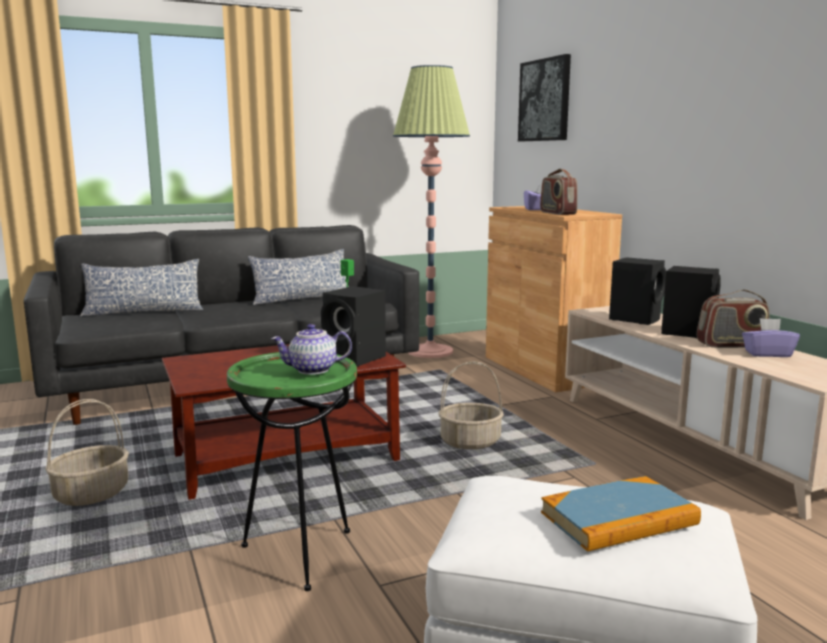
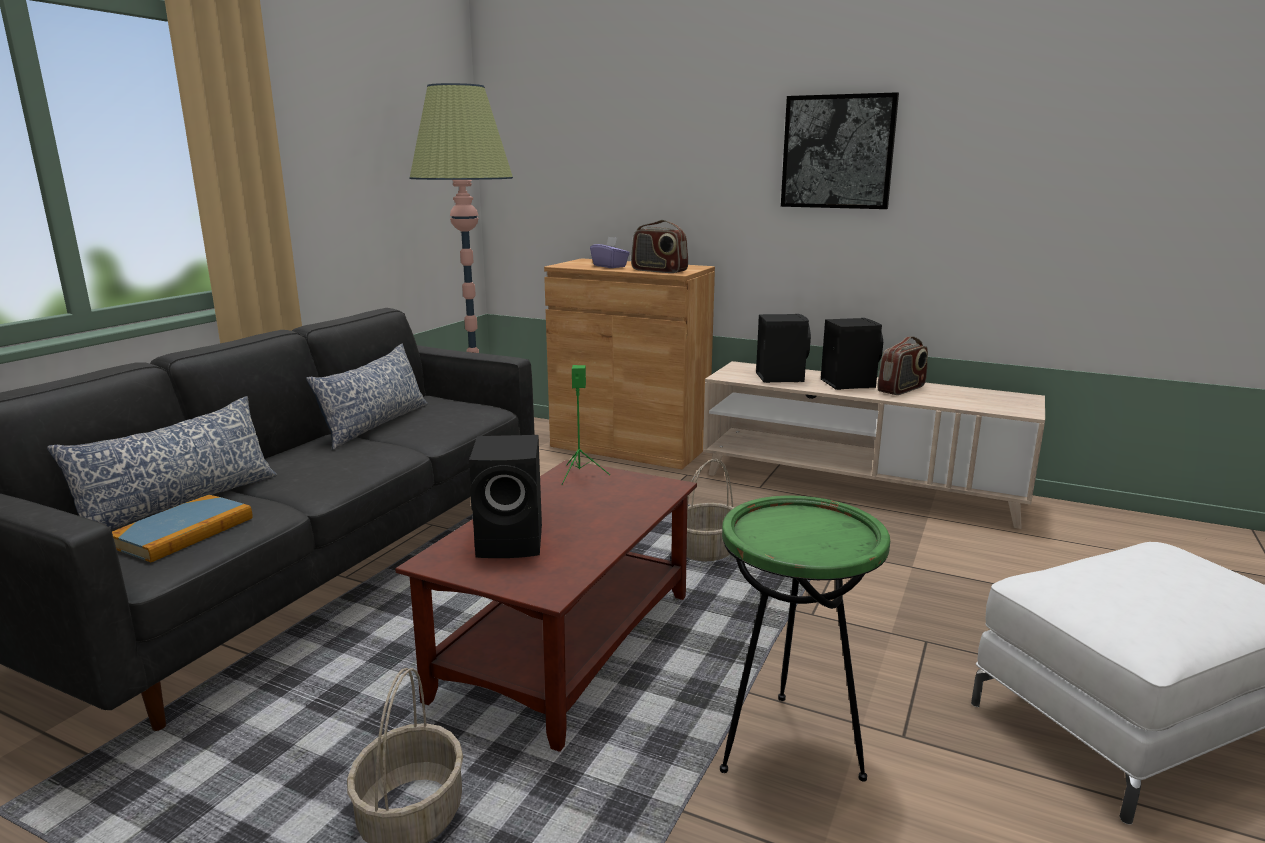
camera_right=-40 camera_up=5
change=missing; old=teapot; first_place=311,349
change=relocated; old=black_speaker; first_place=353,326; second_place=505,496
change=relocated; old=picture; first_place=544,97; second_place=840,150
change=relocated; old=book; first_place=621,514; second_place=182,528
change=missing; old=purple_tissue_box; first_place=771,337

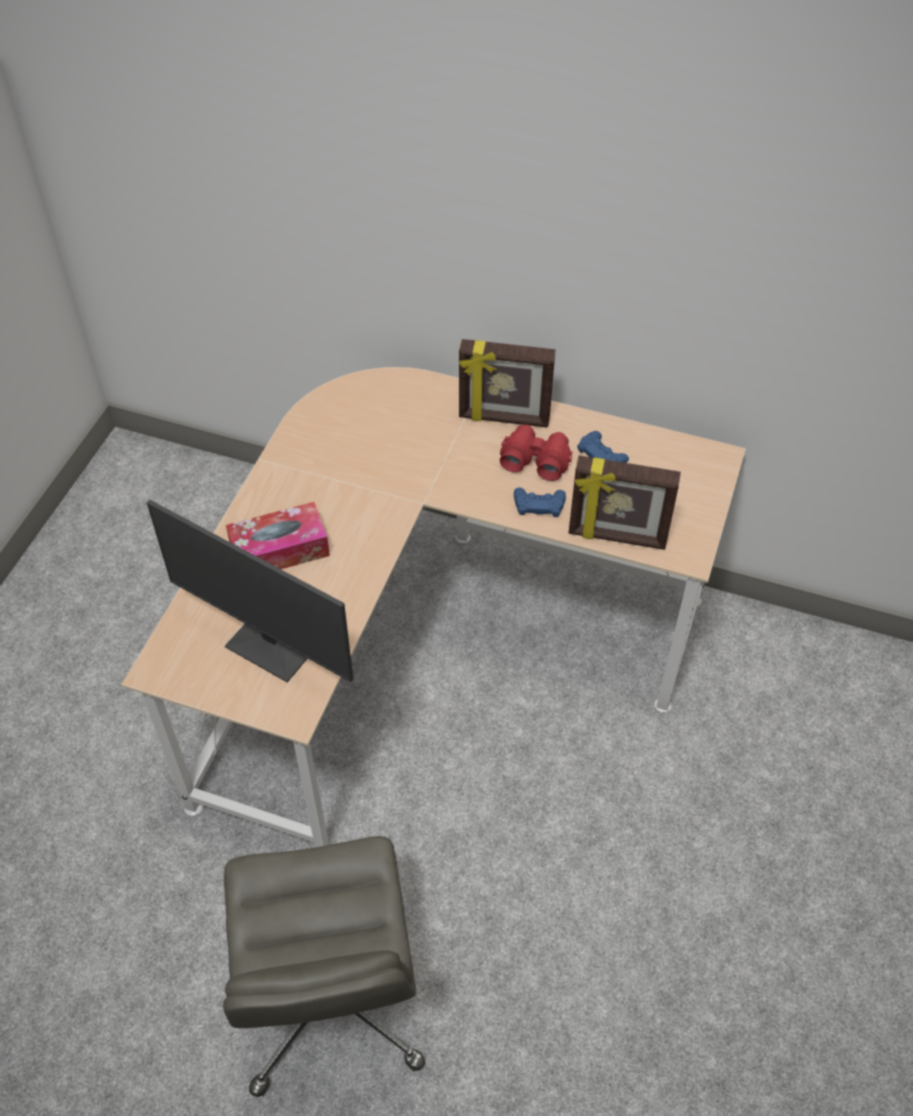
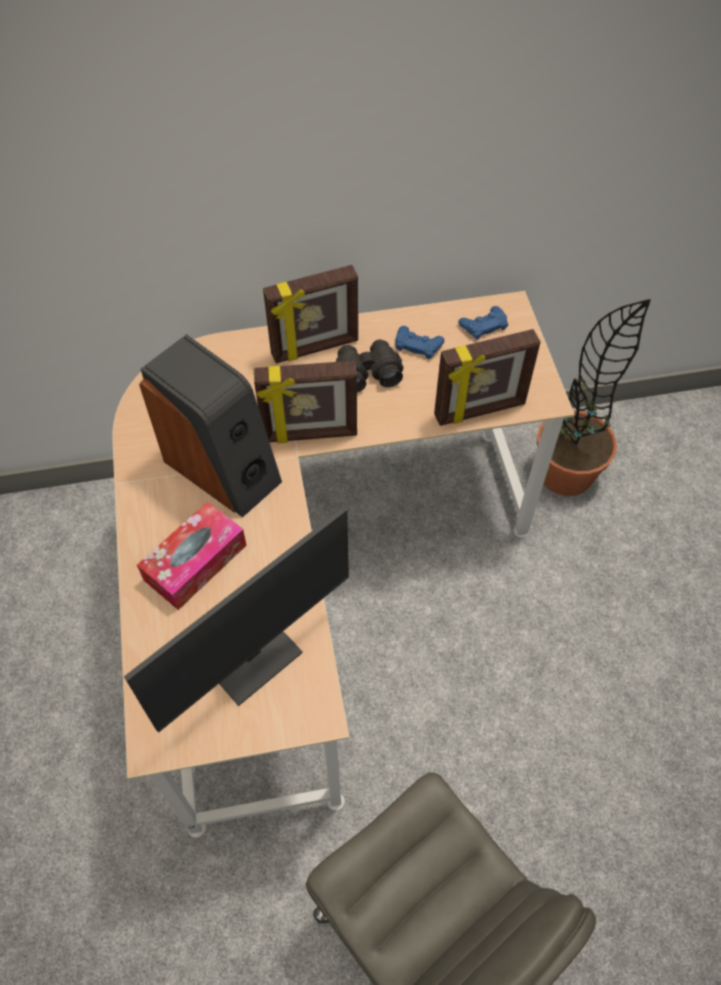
camera_right=-30 camera_up=5
change=spun; old=monitor; first_place=250,591; second_place=236,620; degrees=-45
change=colour; old=red_binoculars; new=black_binoculars; first_place=536,453; second_place=370,366
change=relocated; old=blue_game_controller; first_place=540,502; second_place=483,323
change=appeared; new=speaker; second_place=210,426
change=appeared; new=picture_frame; second_place=305,402
change=appeared; new=potted_plant; second_place=594,397

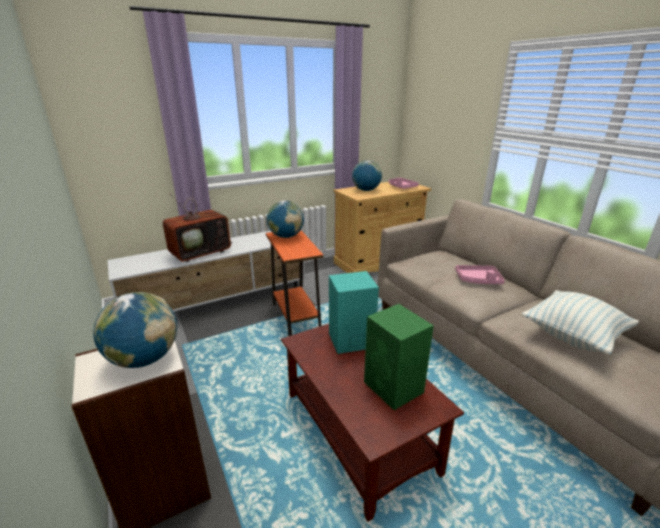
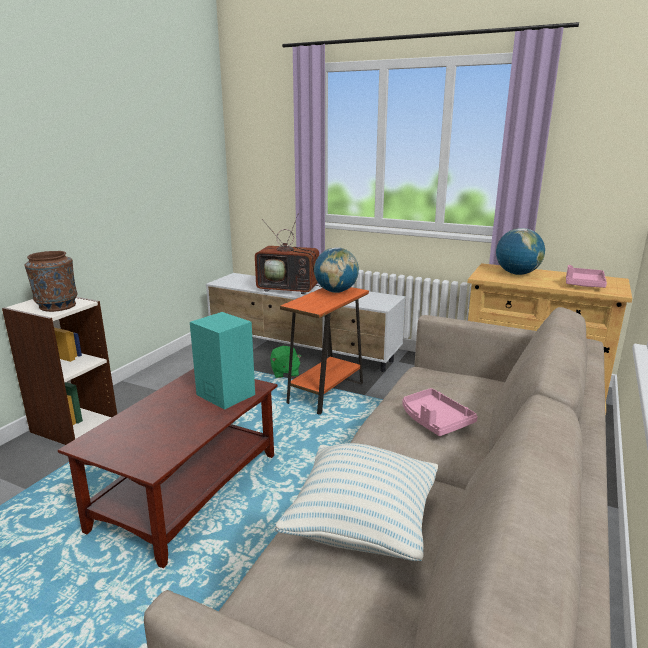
camera_right=55 camera_up=-5
change=exchanged; old=globe; new=brown_vase; first_place=135,330; second_place=50,281
change=missing; old=green_speaker; first_place=399,357
change=appeared; new=green_plush_toy; second_place=286,362

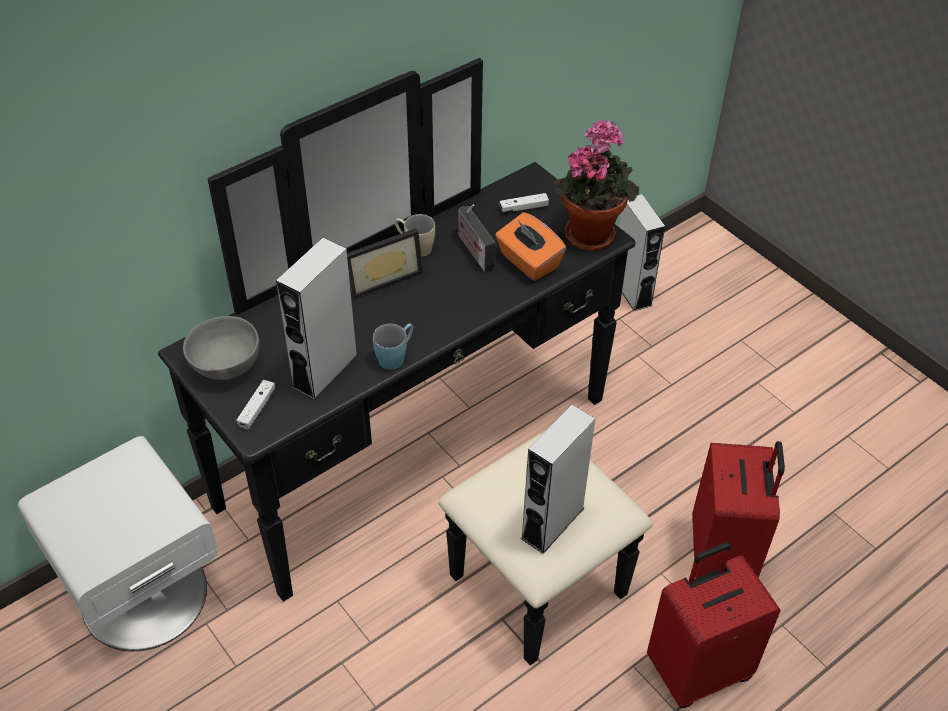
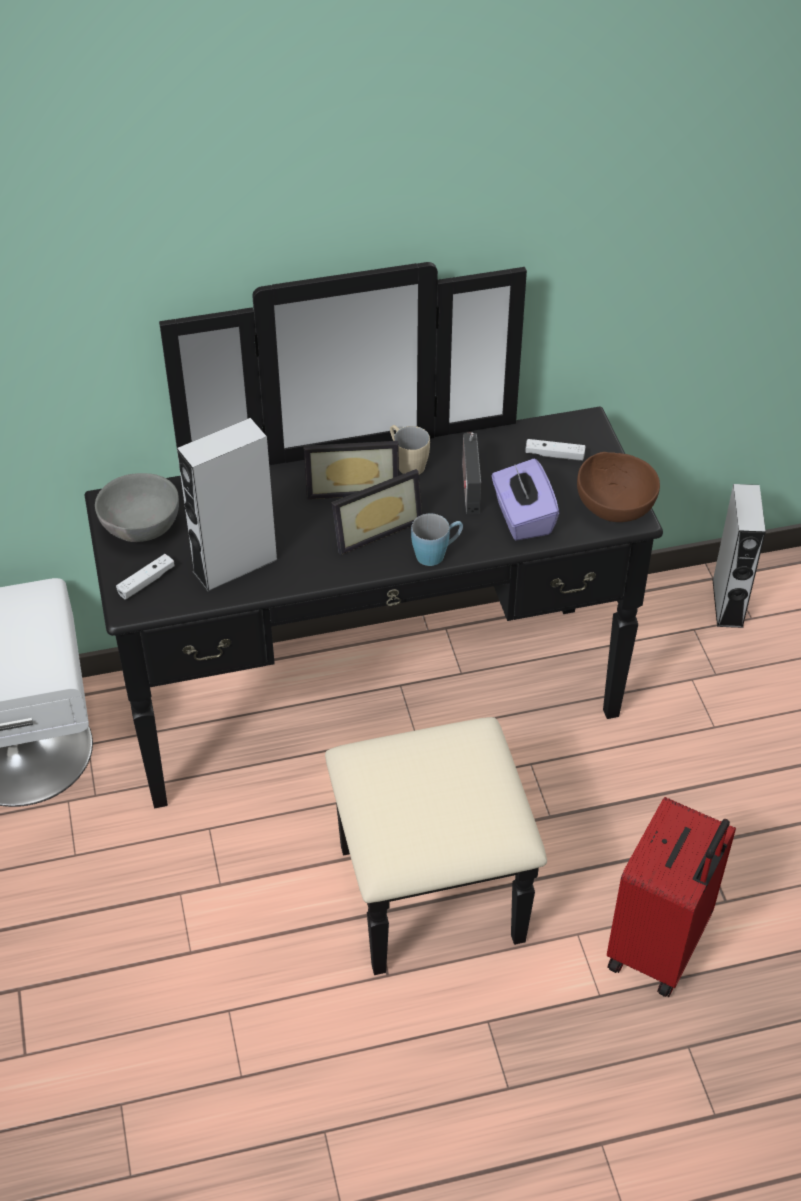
camera_right=25 camera_up=0
change=relocated; old=blue_mug; first_place=393,347; second_place=437,540
change=colour; old=orange_tissue_box; new=purple_tissue_box; first_place=530,246; second_place=525,500
change=missing; old=grey_speaker; first_place=557,479
change=exchanged; old=potted_plant; new=brown_bowl; first_place=596,185; second_place=618,487
change=missing; old=red_suitcase; first_place=714,625
change=appeared; new=picture_frame; second_place=377,512

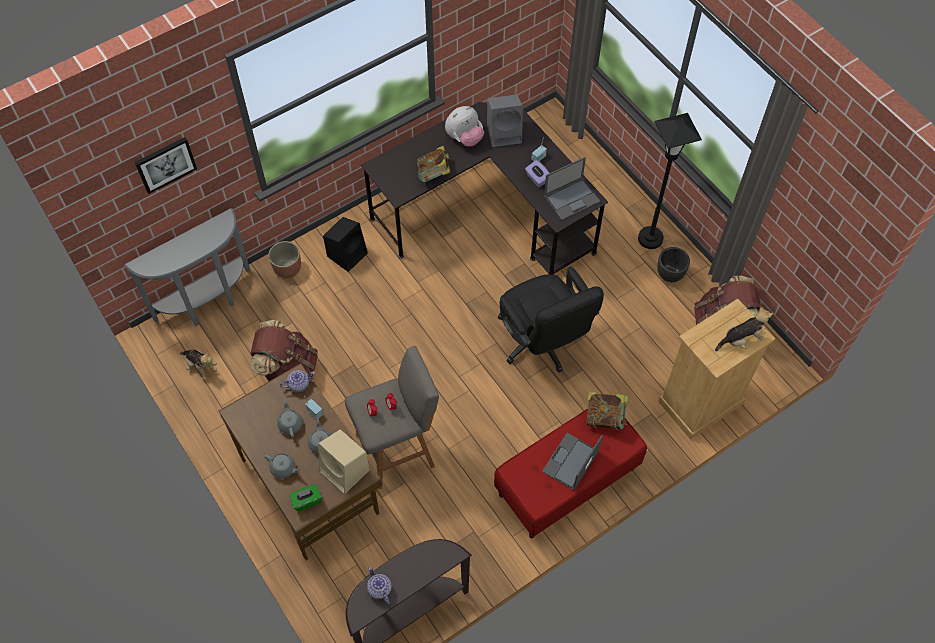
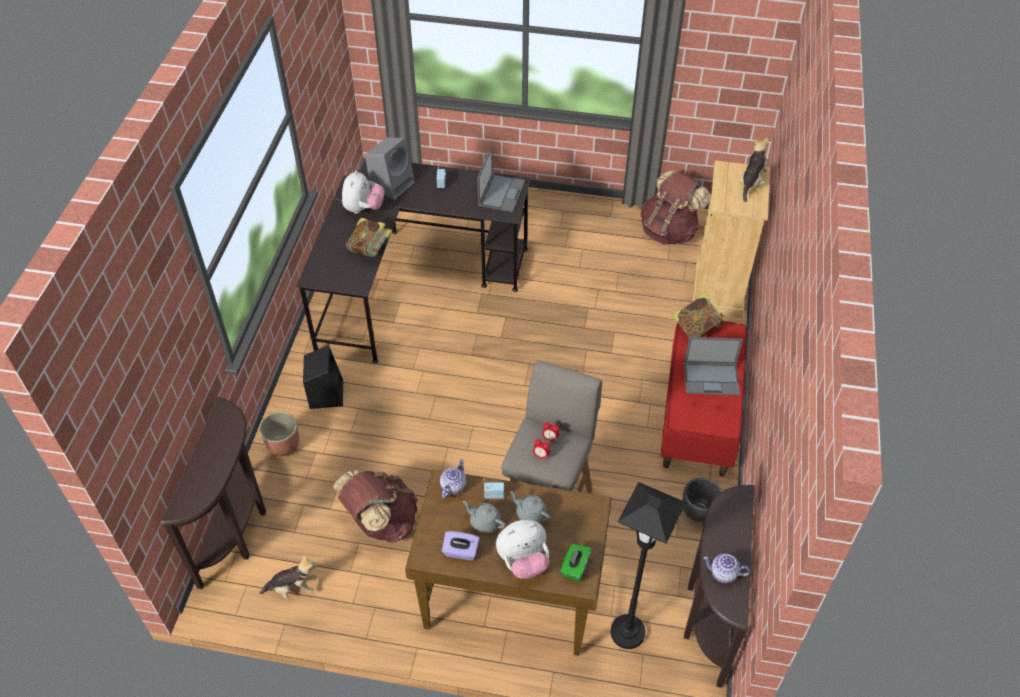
camera_right=-45 camera_up=-10
change=colour; old=grey_console_table; new=brown_console_table; first_place=187,267; second_place=213,493
change=missing; old=picture; first_place=166,165
change=exchanged; old=grey_teapot; new=plush_toy; first_place=282,466; second_place=522,549
change=missing; old=beige_speaker; first_place=343,461
change=missing; old=black_office_chair; first_place=551,319
change=relocated; old=purple_tissue_box; first_place=537,173; second_place=460,545
change=spun; old=laptop; first_place=572,461; second_place=713,366; degrees=-75
change=relocated; old=black_floor_lamp; first_place=670,181; second_place=648,565
change=relocated; old=black_planter; first_place=673,264; second_place=702,500

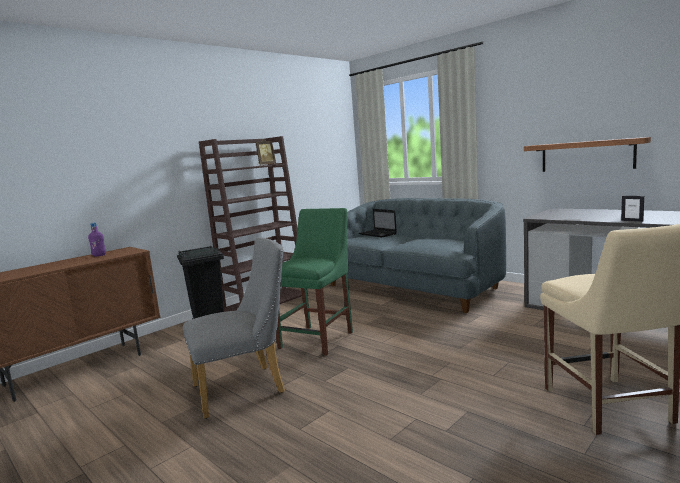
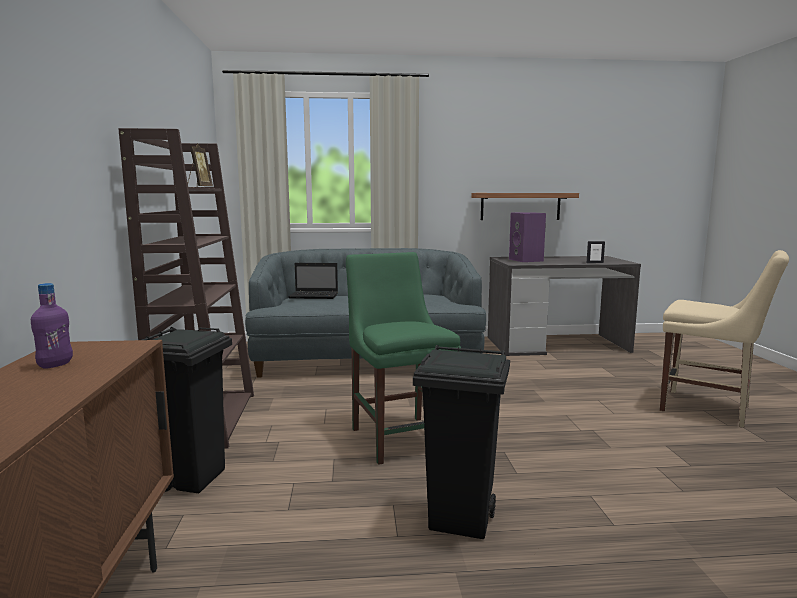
camera_right=-50 camera_up=0
change=exchanged; old=grey_chair; new=black_trash_can; first_place=234,328; second_place=461,442
change=appeared; new=purple_speaker; second_place=527,237

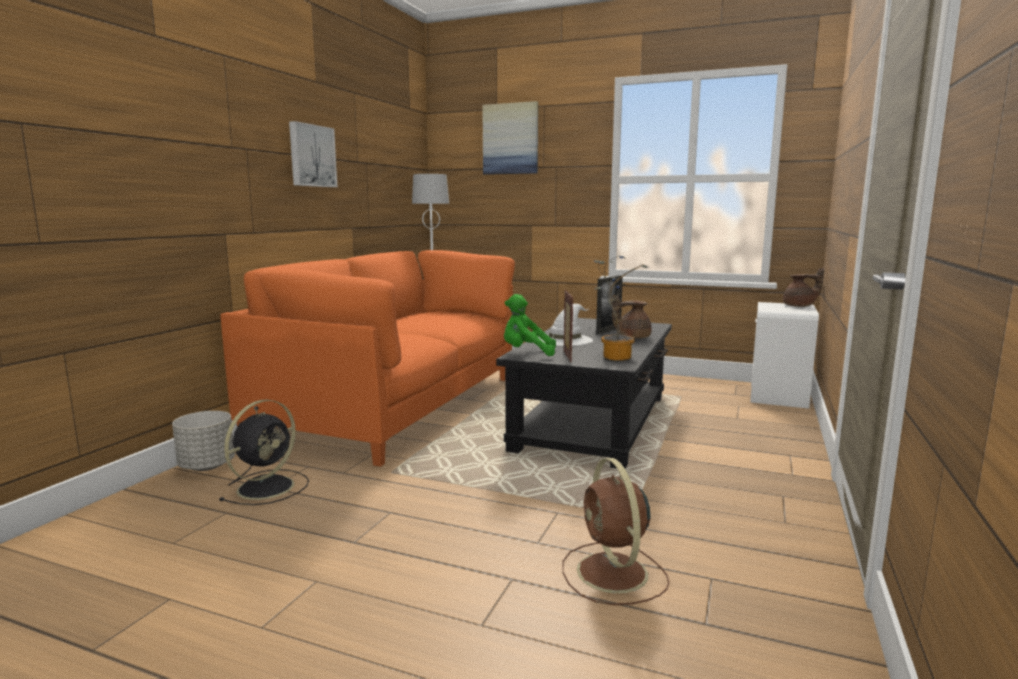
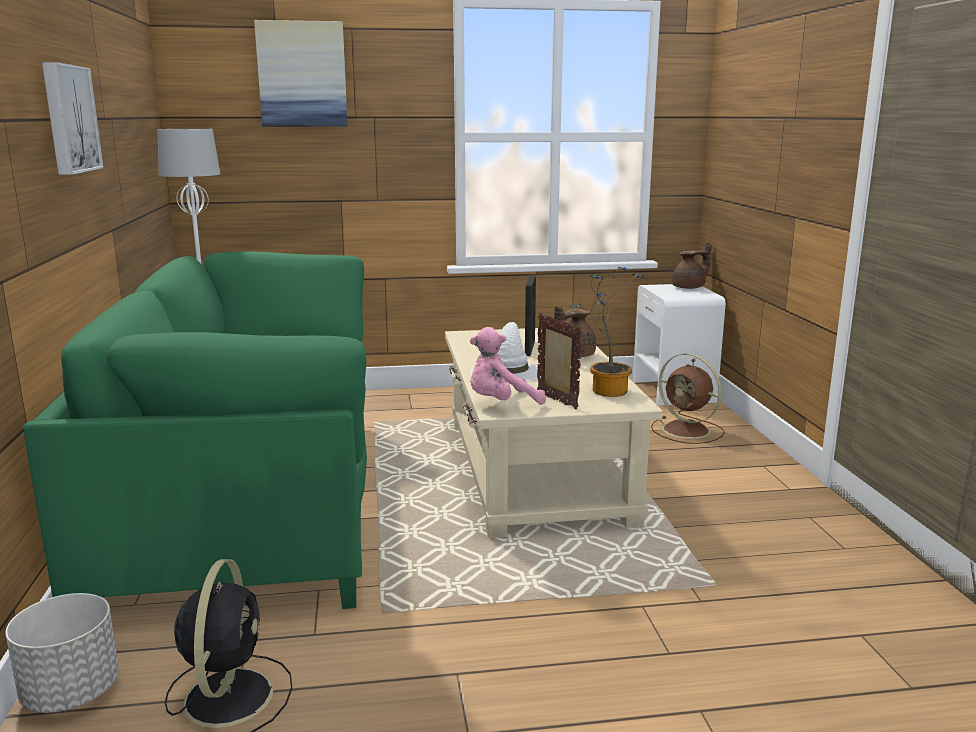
camera_right=-30 camera_up=5
change=colour; old=orange_sofa; new=green_sofa; first_place=367,358; second_place=195,430
change=colour; old=black_coffee_table; new=beige_coffee_table; first_place=584,393; second_place=554,433
change=colour; old=green_plush_toy; new=pink_plush_toy; first_place=530,325; second_place=508,366
change=relocated; old=brown_fan; first_place=616,531; second_place=687,398

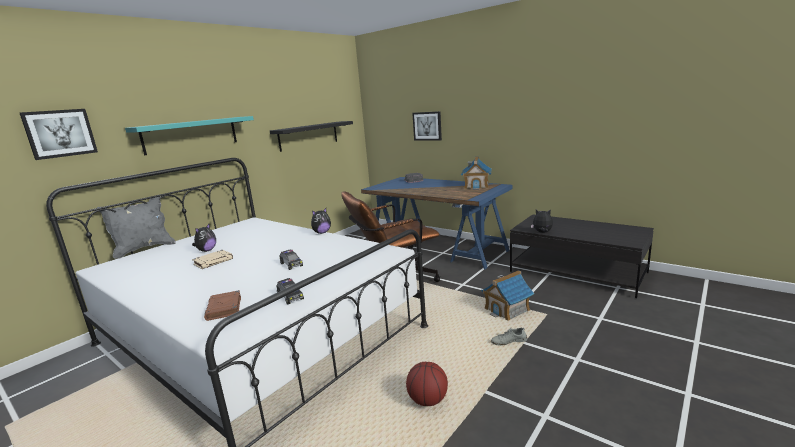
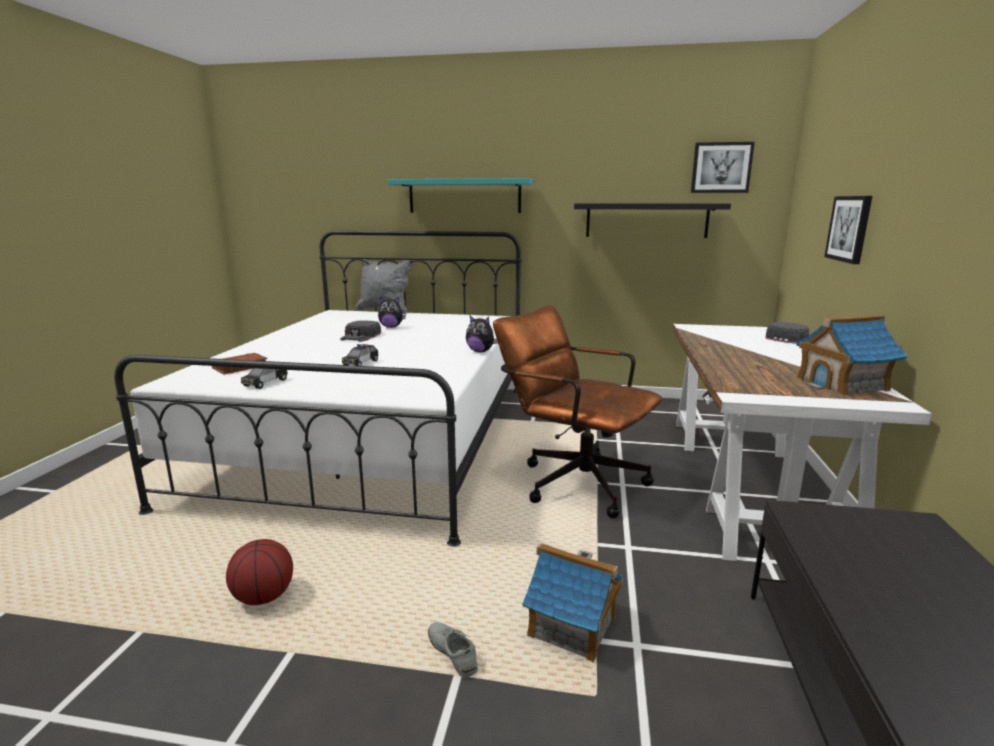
camera_right=60 camera_up=0
change=relocated; old=picture; first_place=59,134; second_place=723,167
change=exchanged; old=beige_book; new=black_cap; first_place=212,259; second_place=360,331
change=colour; old=blue_desk; new=white_desk; first_place=436,223; second_place=802,442
change=missing; old=plush_toy; first_place=542,221

